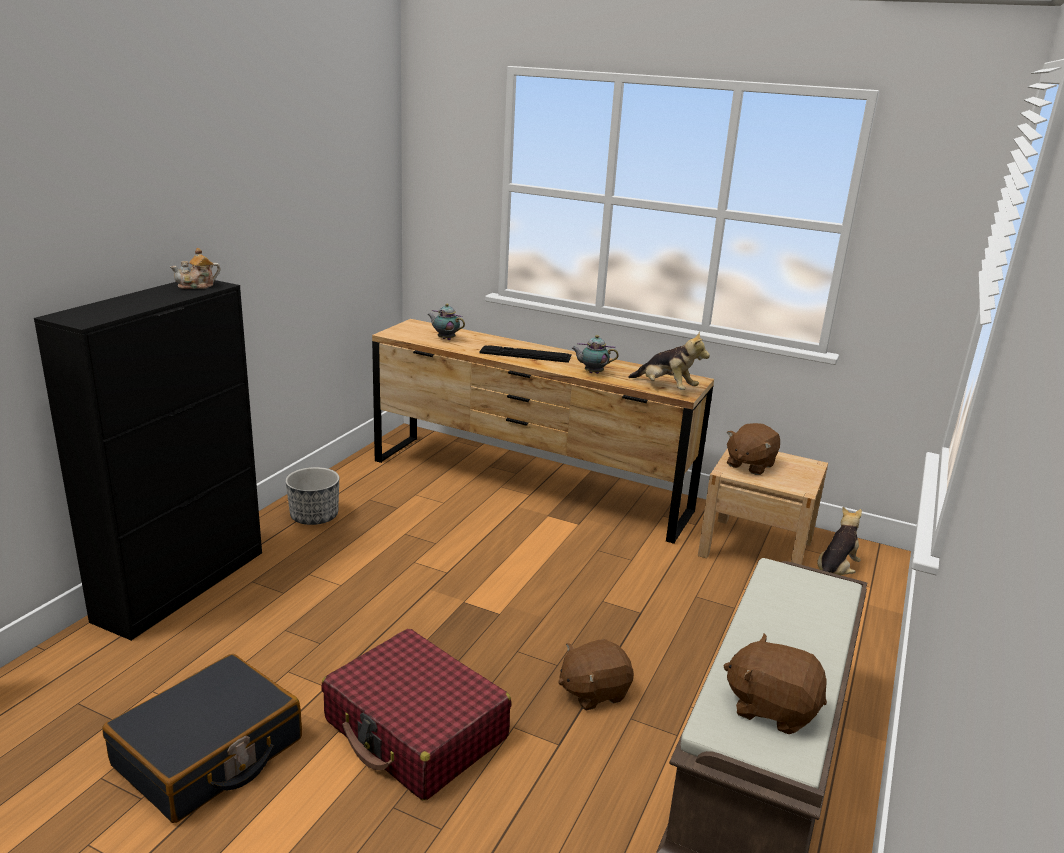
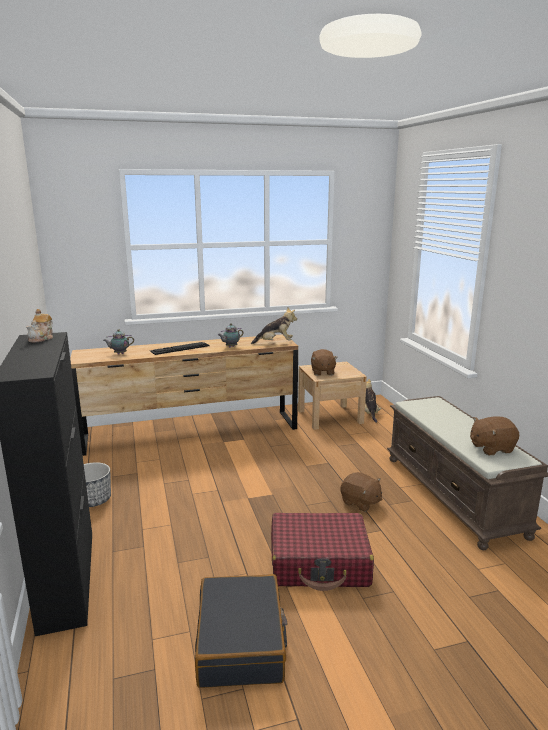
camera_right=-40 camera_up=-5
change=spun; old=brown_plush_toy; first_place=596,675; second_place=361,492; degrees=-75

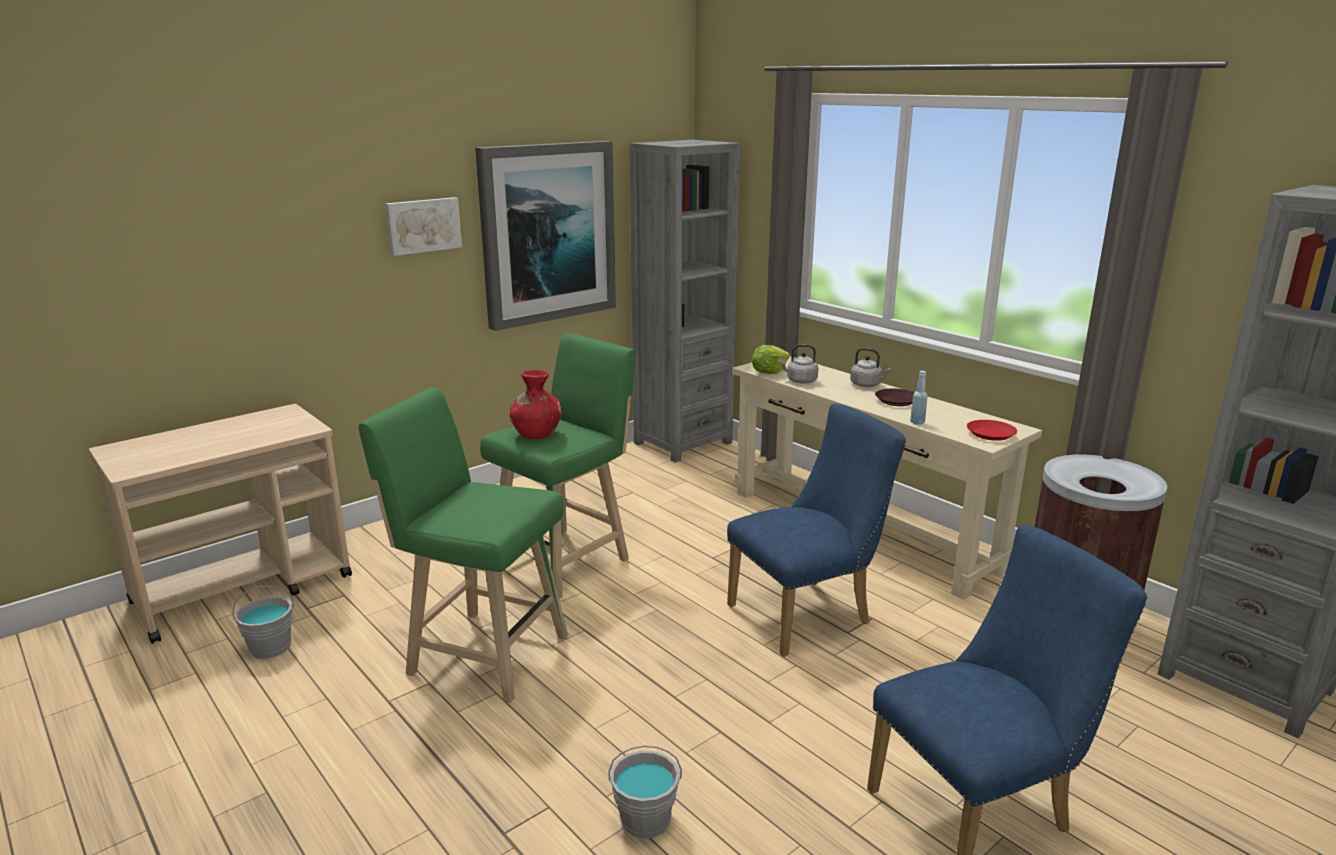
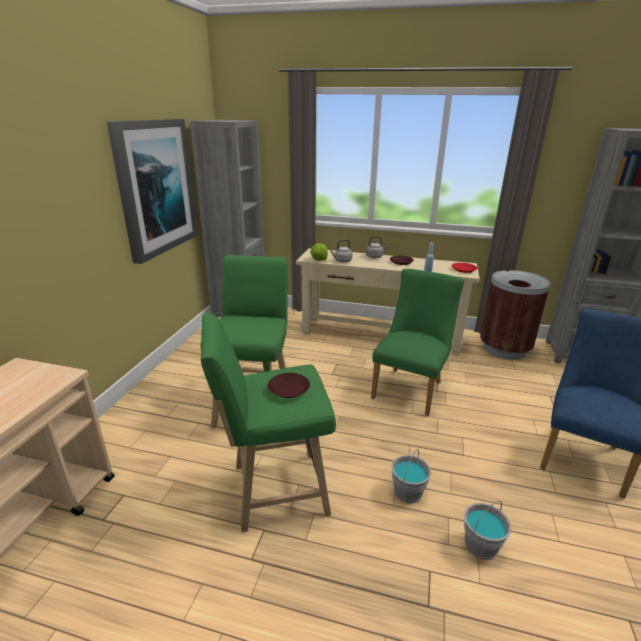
camera_right=-35 camera_up=5
change=relocated; old=grey_bucket; first_place=263,622; second_place=412,476
change=missing; old=picture; first_place=423,226
change=missing; old=red_vase; first_place=536,404
change=colour; old=blue_chair; new=green_chair; first_place=816,530; second_place=417,342
change=appeared; new=brown_plate; second_place=289,385

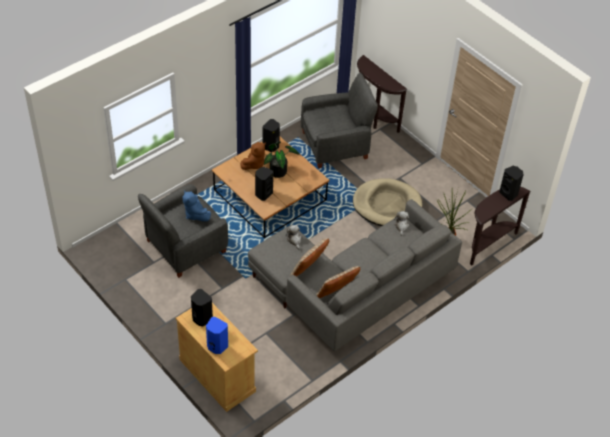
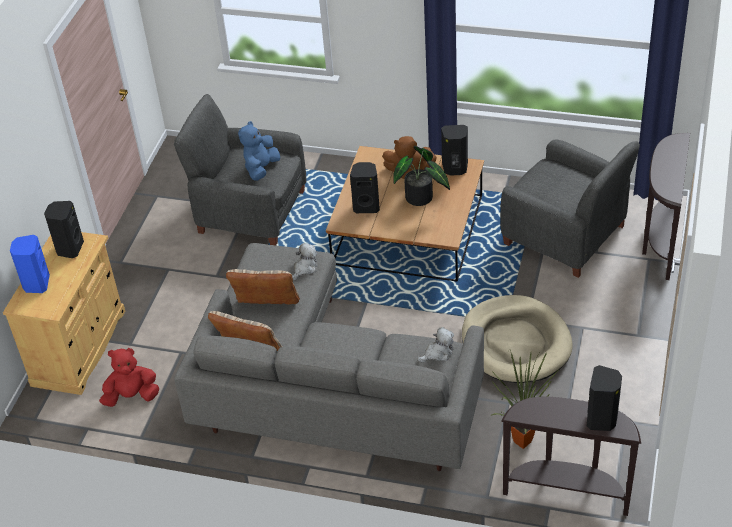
camera_right=60 camera_up=-5
change=appeared; new=red_plush_toy; second_place=129,377

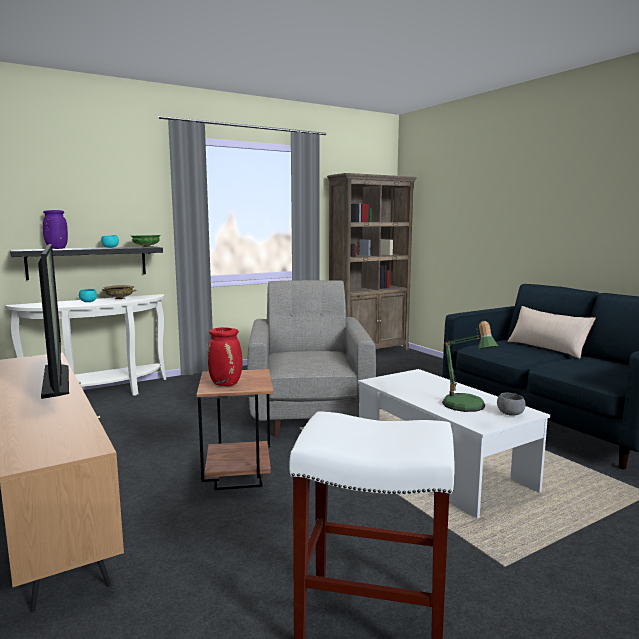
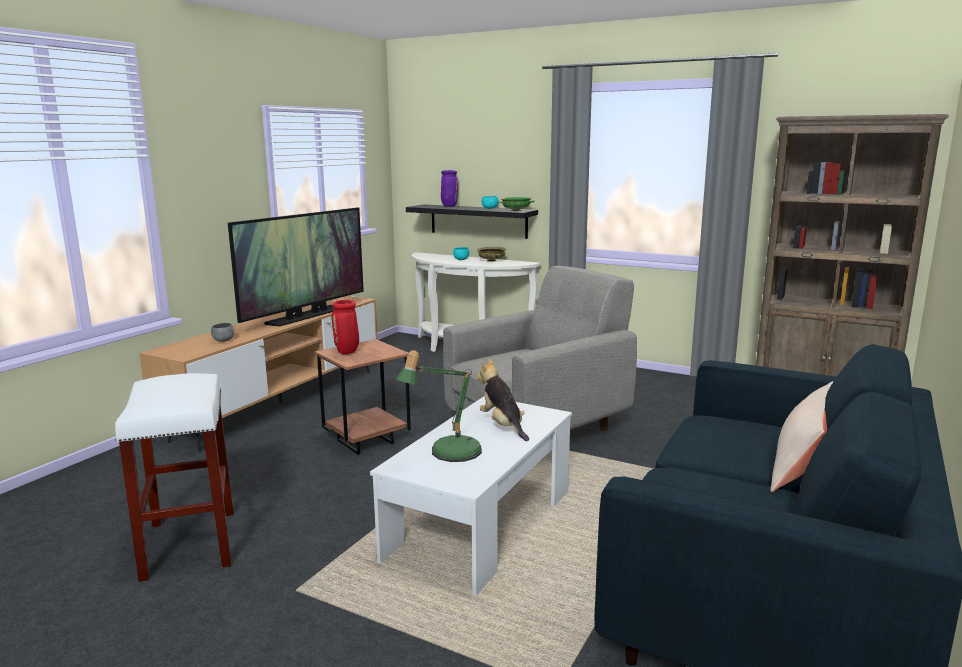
camera_right=60 camera_up=5
change=relocated; old=grey_bowl; first_place=511,404; second_place=222,332
change=appeared; new=plush_toy; second_place=502,400

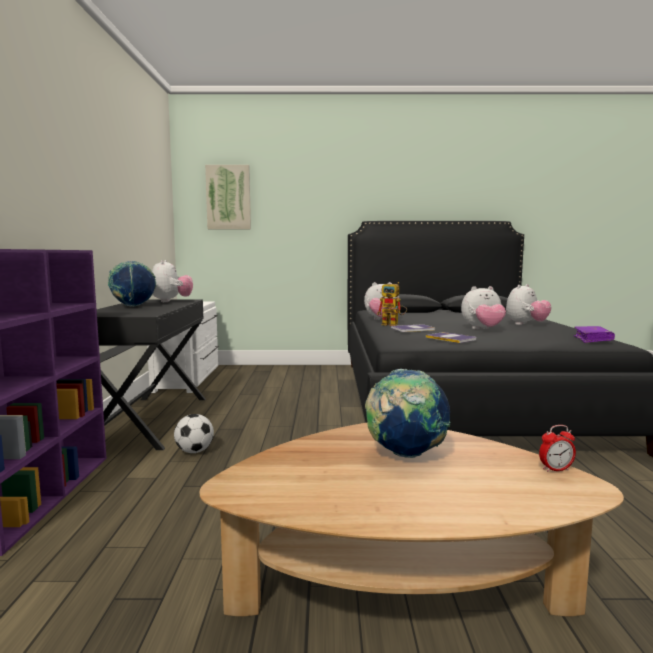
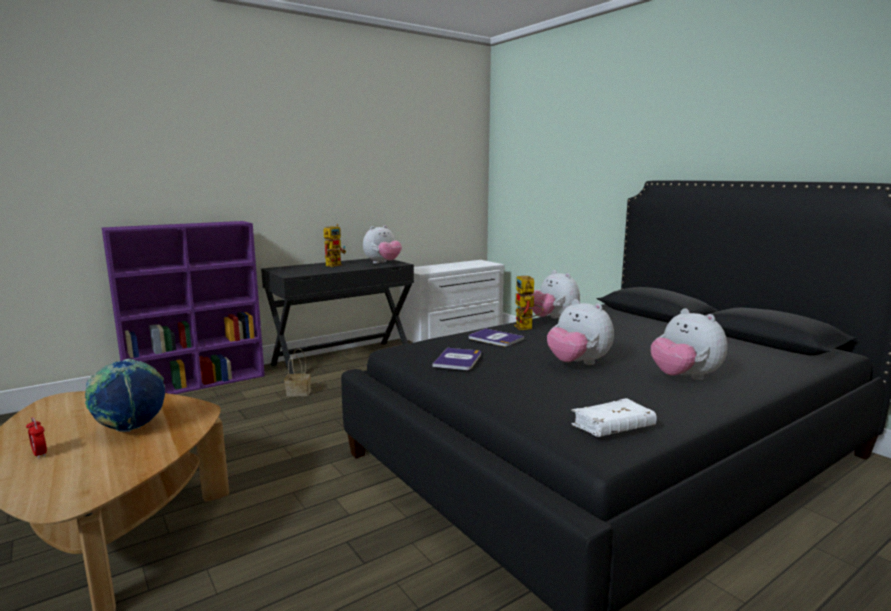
camera_right=55 camera_up=5
change=exchanged; old=globe; new=toy_robot; first_place=132,284; second_place=334,245
change=exchanged; old=football; new=basket; first_place=194,433; second_place=297,372
change=missing; old=picture; first_place=228,197
change=spun; old=plush_toy; first_place=528,304; second_place=689,344; degrees=45
change=relocated; old=alarm_clock; first_place=557,448; second_place=36,438
change=colour; old=purple_book; new=white_book; first_place=594,334; second_place=614,417

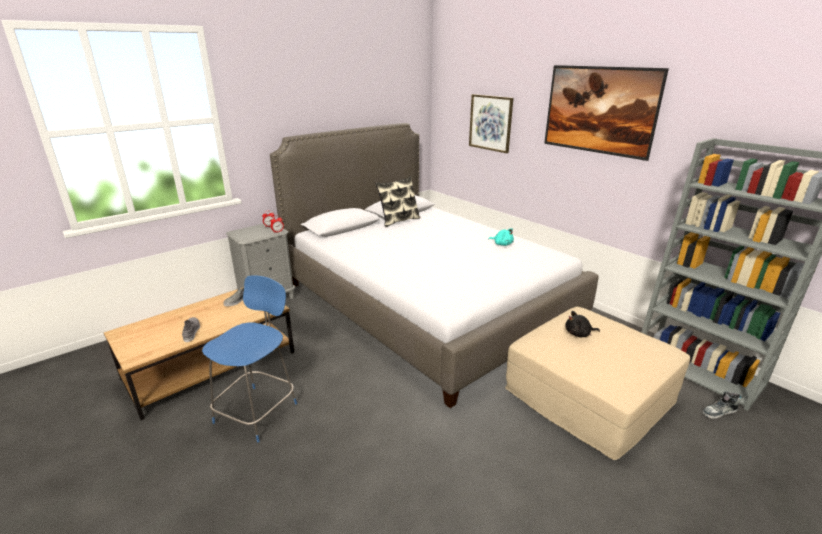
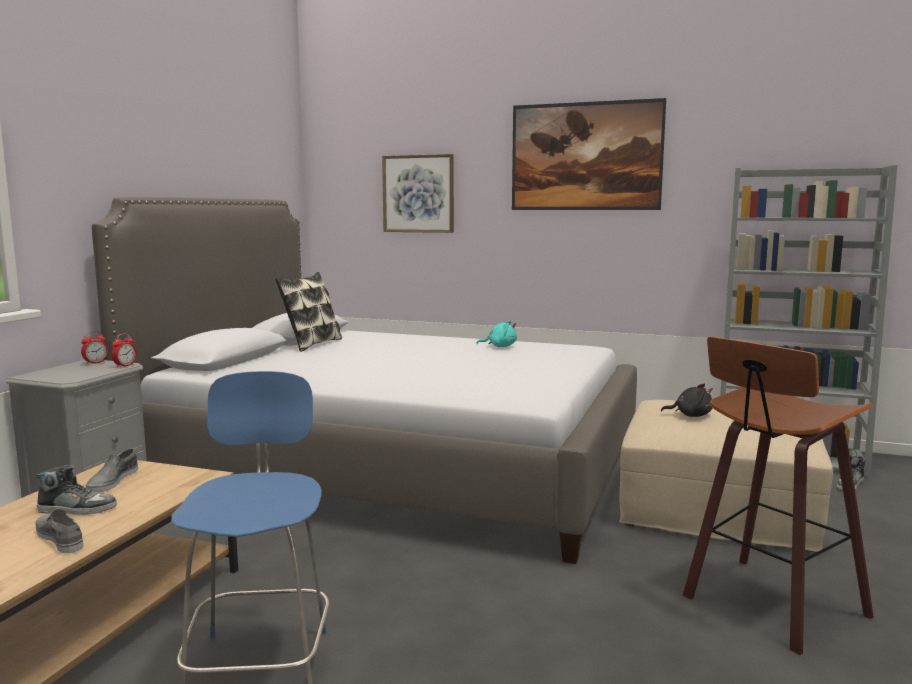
camera_right=-30 camera_up=-15
change=spun; old=black_plush_toy; first_place=582,324; second_place=687,400; degrees=-135
change=appeared; new=shoe; second_place=76,489
change=appeared; new=stool; second_place=778,496

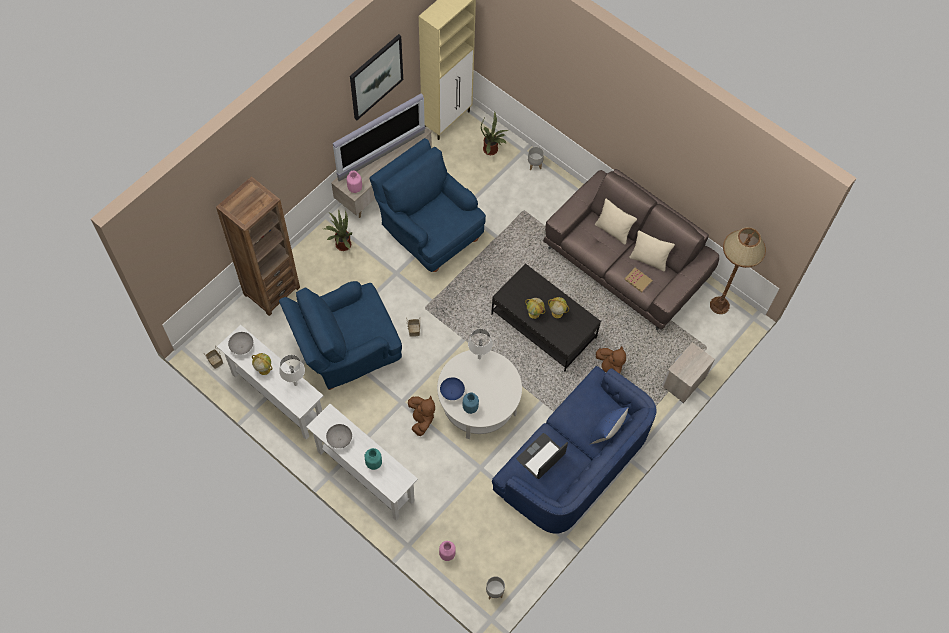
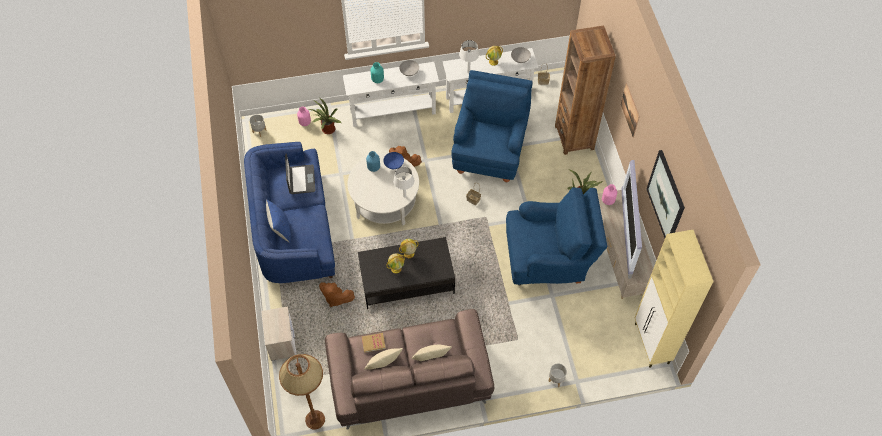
camera_right=130 camera_up=-5
change=relocated; old=potted_plant; first_place=495,133; second_place=324,116
change=appeared; new=picture; second_place=630,110

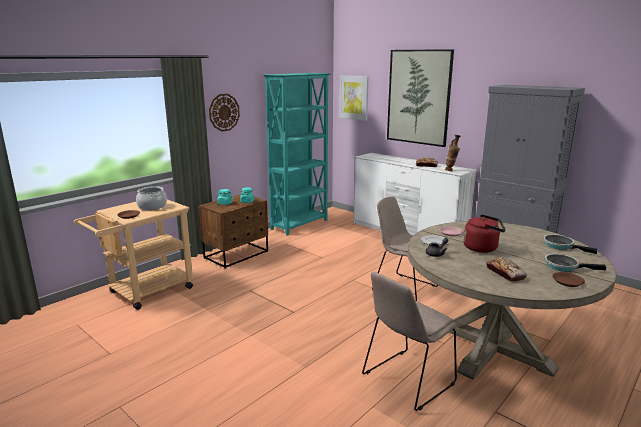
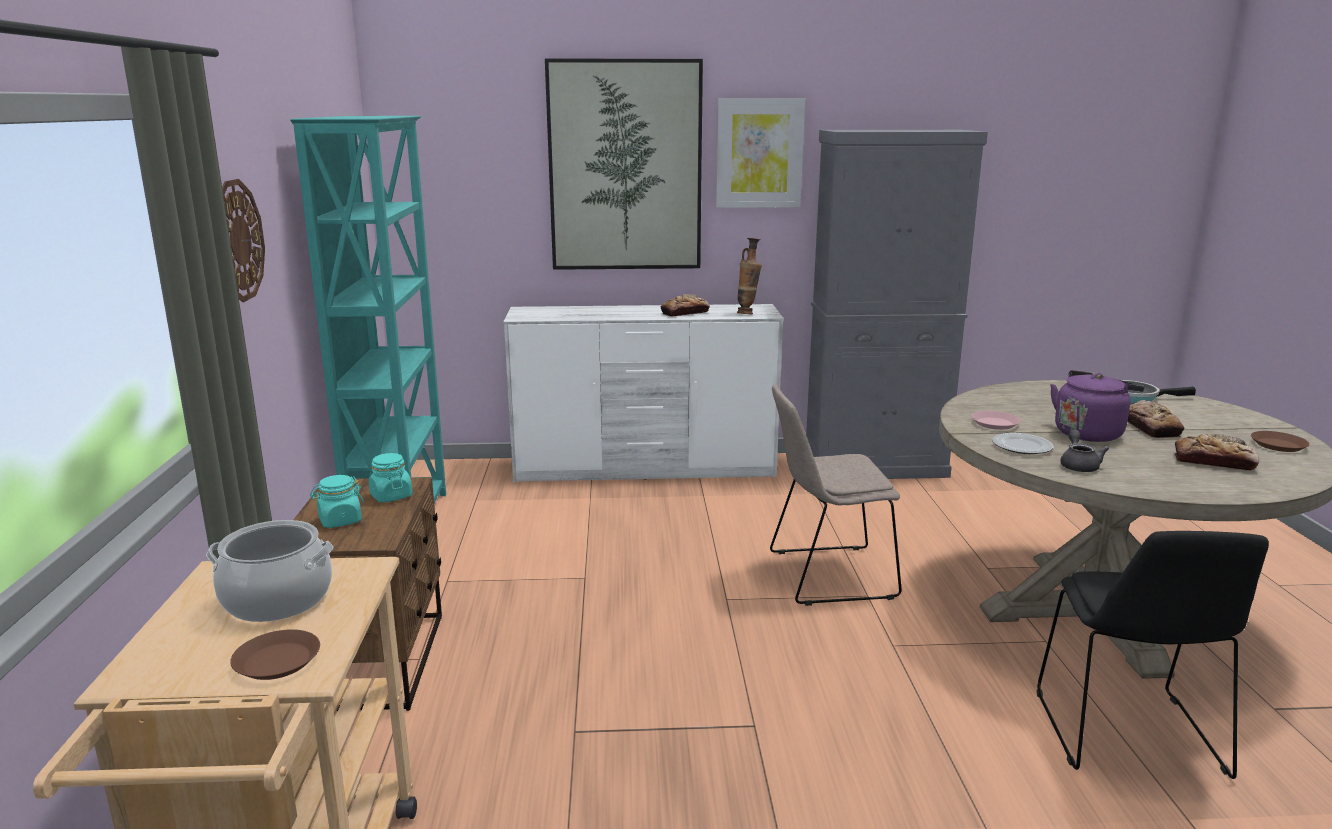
camera_right=-45 camera_up=0
change=relocated; old=picture; first_place=354,98; second_place=760,153
change=colour; old=beige_chair; new=black_chair; first_place=409,341; second_place=1153,655
change=colour; old=red_kettle; new=purple_kettle; first_place=484,233; second_place=1097,406
change=missing; old=frying_pan; first_place=575,263
change=appeared; new=bread; second_place=1156,419

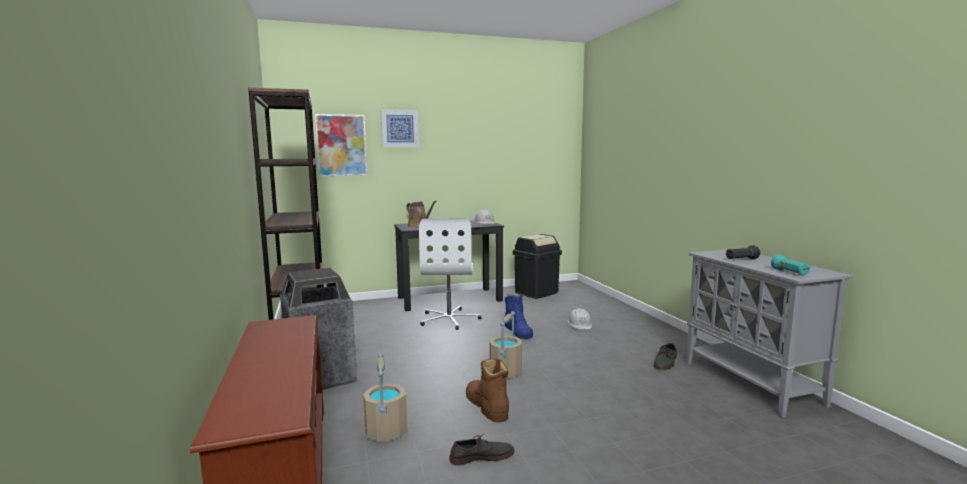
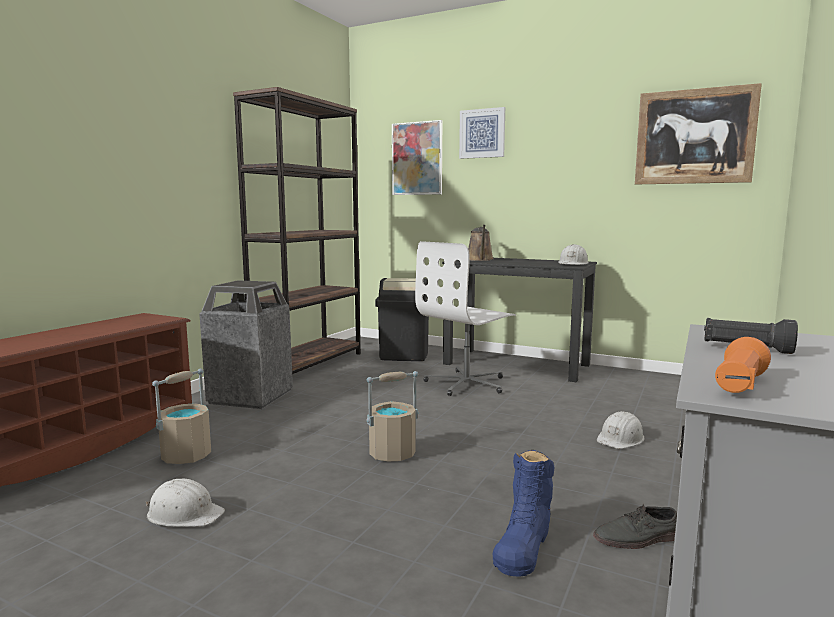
camera_right=45 camera_up=0
change=exchanged; old=grey_shoe; new=white_hard_hat; first_place=481,450; second_place=185,502
change=missing; old=brown_boot; first_place=487,391
change=relocated; old=blue_boot; first_place=519,316; second_place=523,513
change=relocated; old=black_trash_can; first_place=537,266; second_place=402,319
change=colour; old=turquoise_flashlight; new=orange_flashlight; first_place=790,264; second_place=743,365
change=appeared; new=picture; second_place=698,134

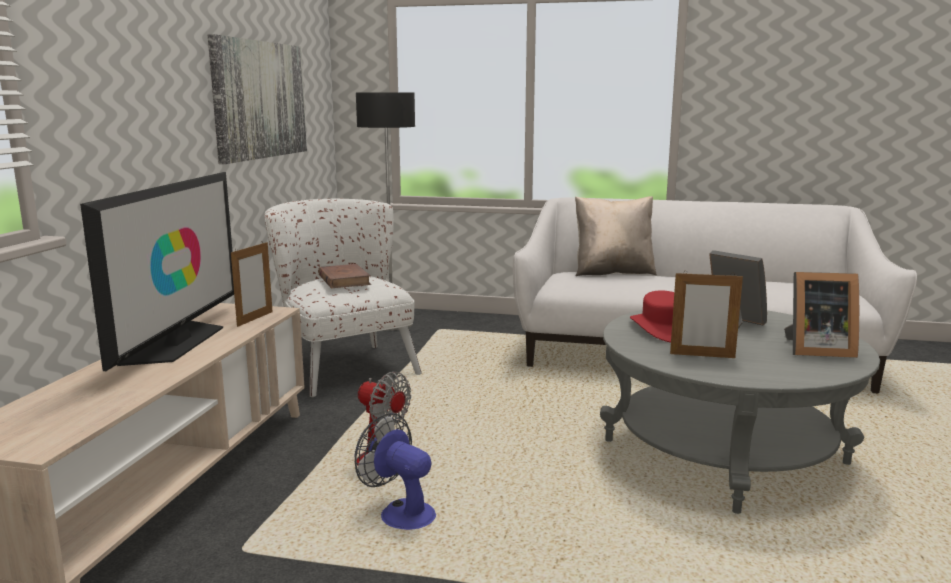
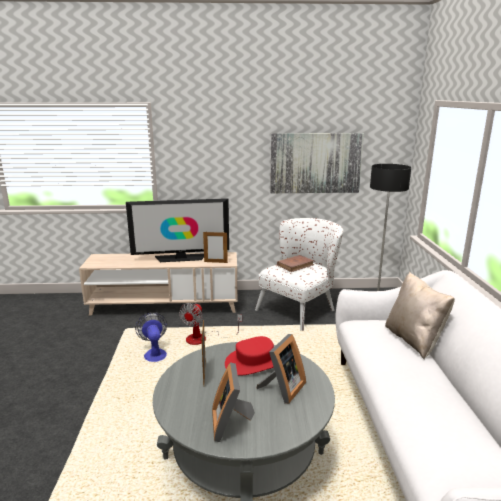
camera_right=75 camera_up=5
change=spun; old=fan; first_place=395,471; second_place=151,337; degrees=-45

